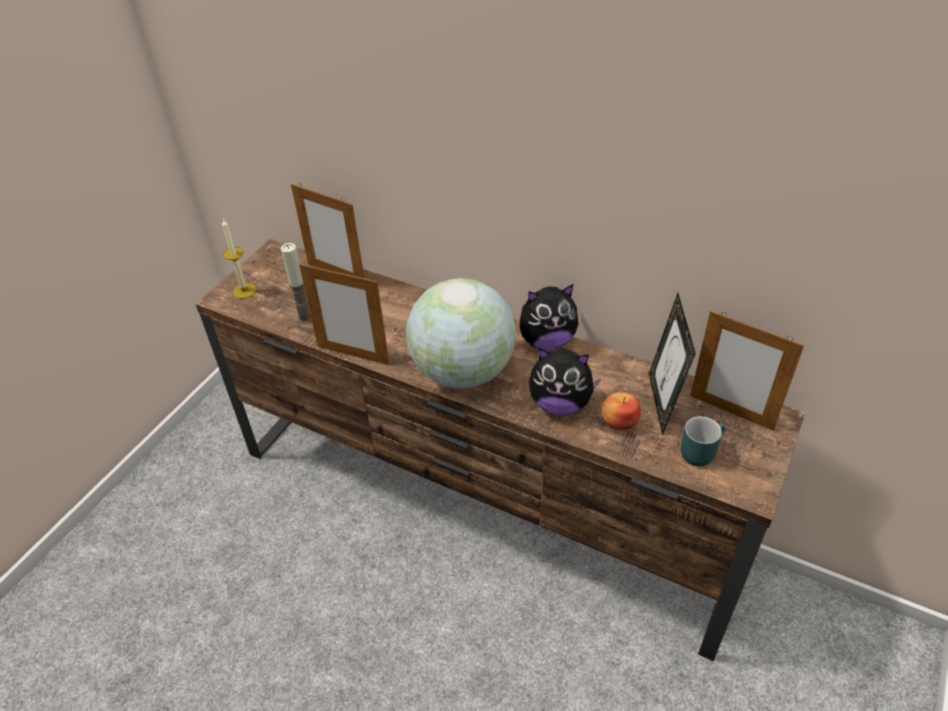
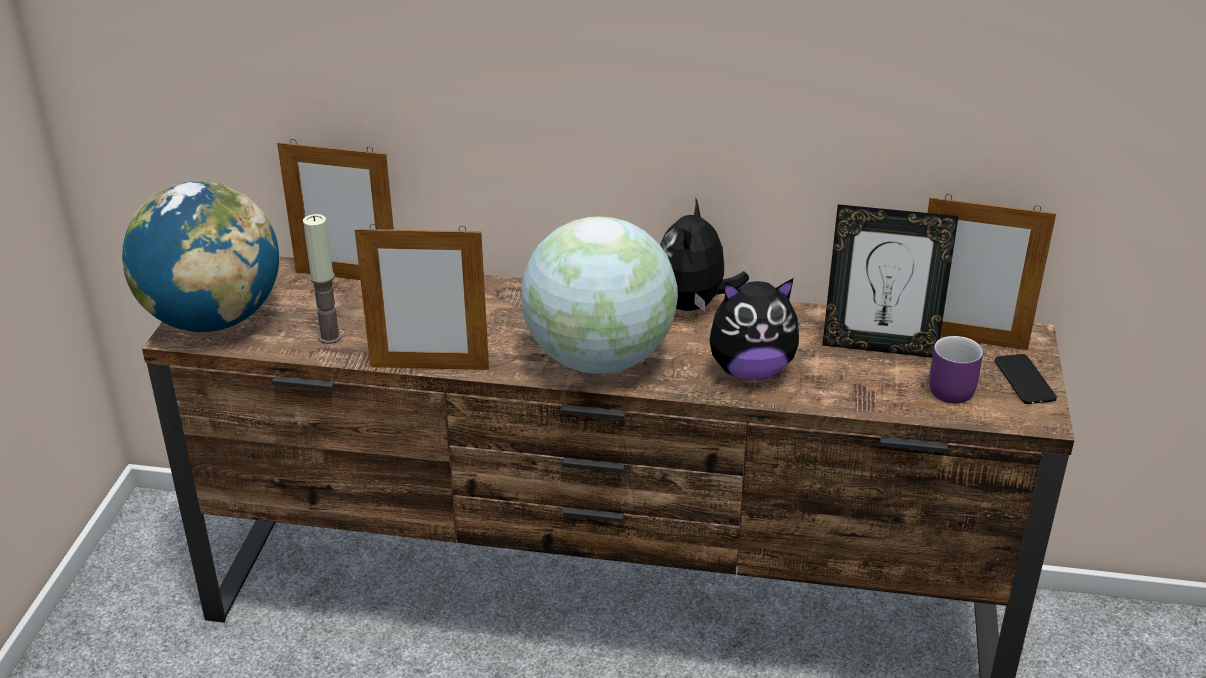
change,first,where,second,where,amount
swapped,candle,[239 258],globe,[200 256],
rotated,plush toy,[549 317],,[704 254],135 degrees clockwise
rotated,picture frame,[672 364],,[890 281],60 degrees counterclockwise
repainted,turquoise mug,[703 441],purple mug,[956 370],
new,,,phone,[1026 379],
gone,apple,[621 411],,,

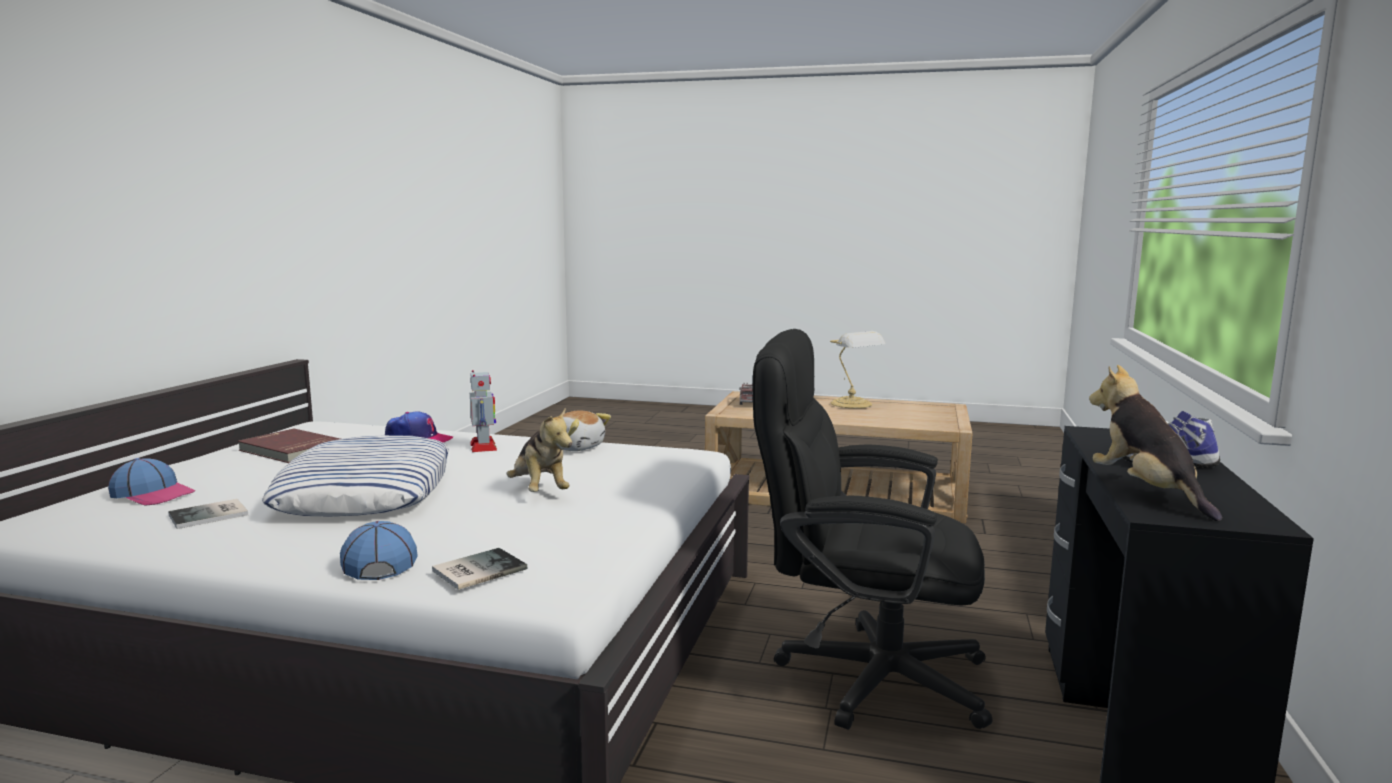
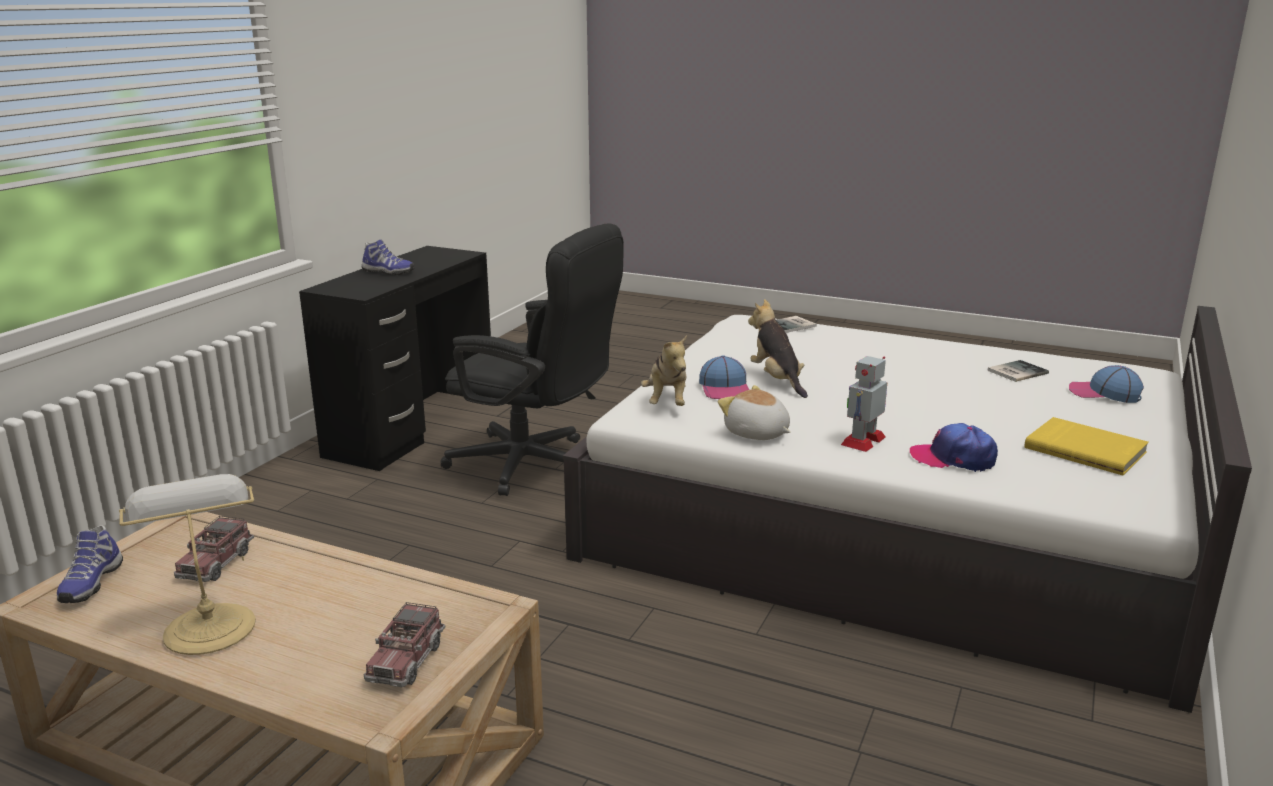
change,first,where,second,where,amount
new,,,shoe,[90 564],
new,,,toy truck,[214 549],
shifted,plush toy,[1155 443],,[664 370],
shifted,cap,[379 550],,[724 377],
rotated,toy robot,[483 411],,[864 404],45 degrees clockwise
repainted,red book,[289 445],yellow book,[1087 446],
gone,pillow,[355 475],,,

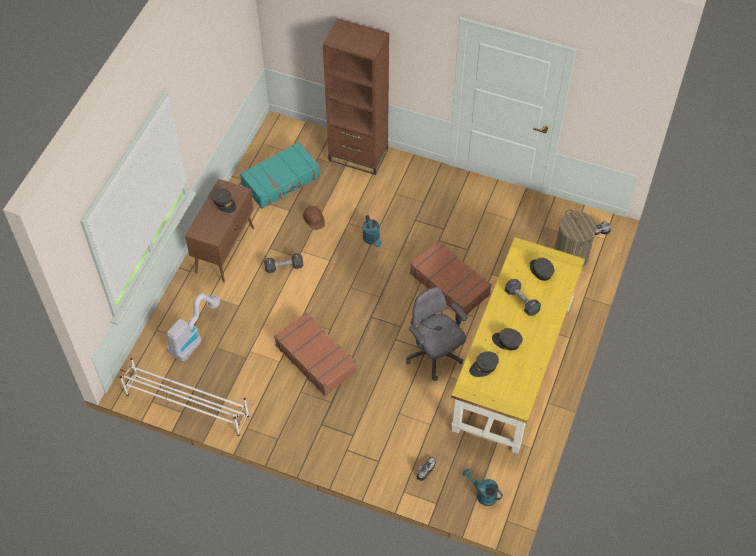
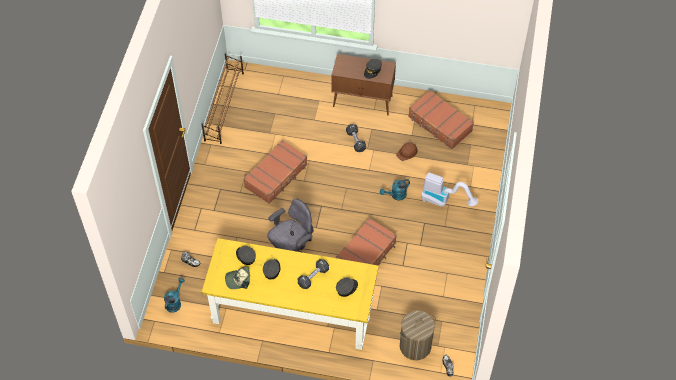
change,first,where,second,where,amount
repainted,white shoe rack,[184 397],brown shoe rack,[223 98],
new,,,cap,[237 277],
repainted,turquoise suitcase,[280 175],brown suitcase,[441 119],
shifted,vacuum cleaner,[193 327],,[449 189],
gone,brown bookcase,[356 96],,,

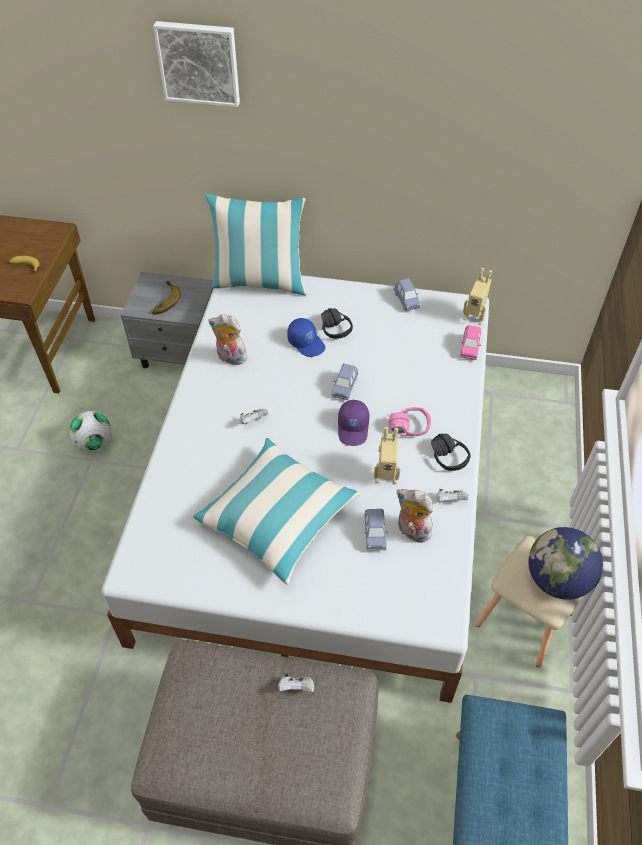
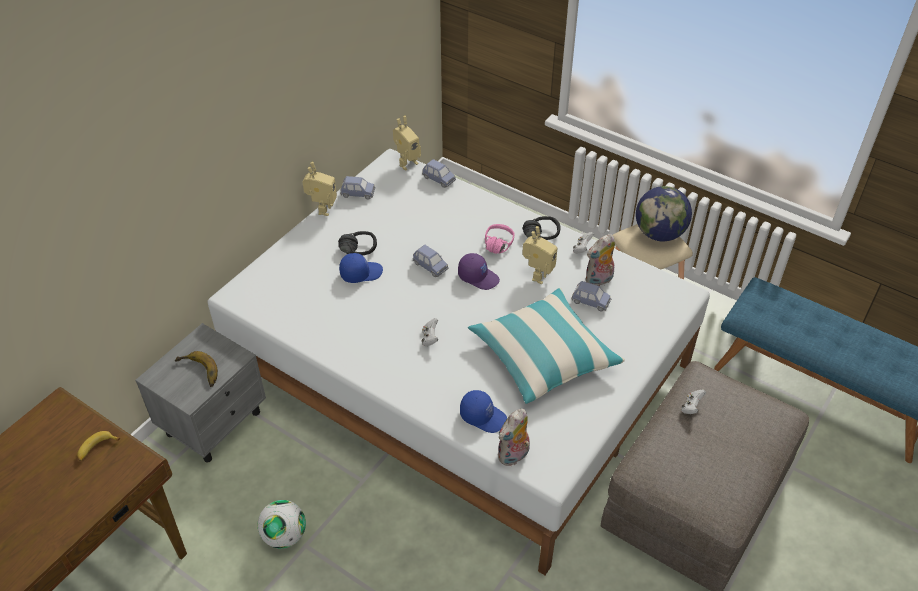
change,first,where,second,where,amount
new,,,toy robot,[320 189],
repainted,pink toy car,[470 342],blue toy car,[439 173],
new,,,blue cap,[483 411],
shifted,plush toy,[228 340],,[514 437],
gone,picture,[196 64],,,
gone,pillow,[256 244],,,

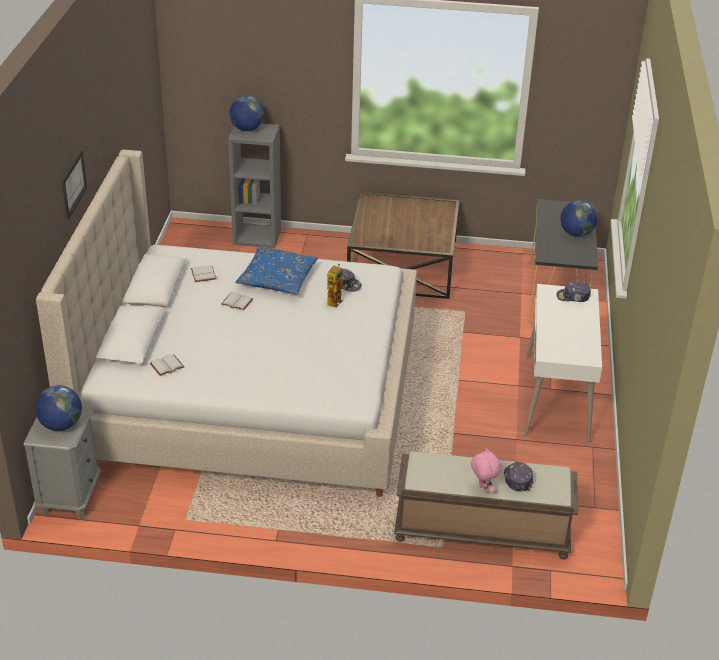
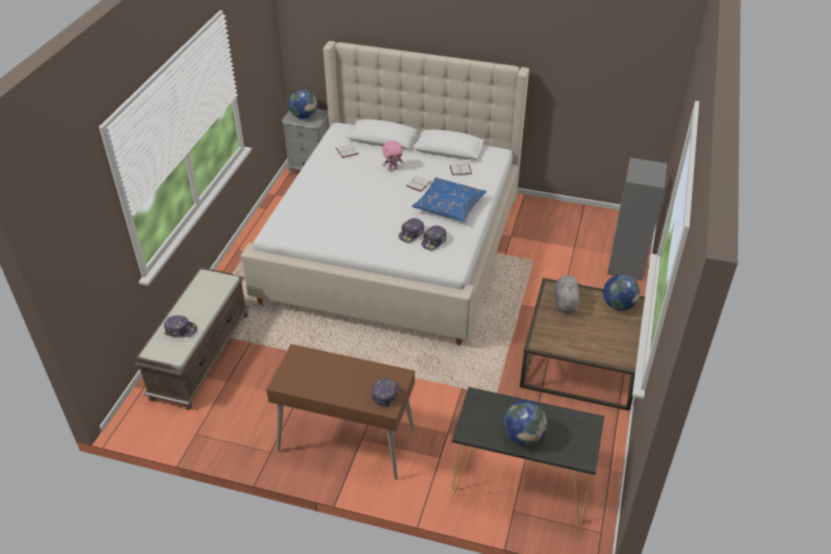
change,first,where,second,where,amount
repainted,white desk,[563 363],brown desk,[340 412],
shifted,pink plush toy,[486 470],,[393 156],
swapped,toy robot,[337 286],cap,[411 230],
new,,,grey plush toy,[567 294],
shifted,globe,[246 113],,[621 293],
gone,picture,[74 184],,,

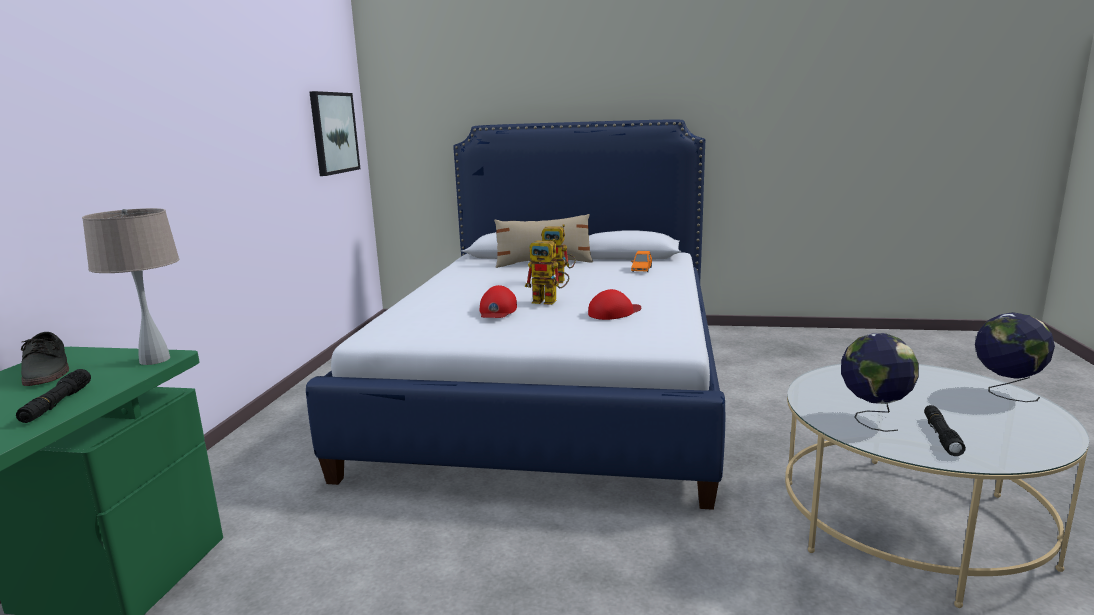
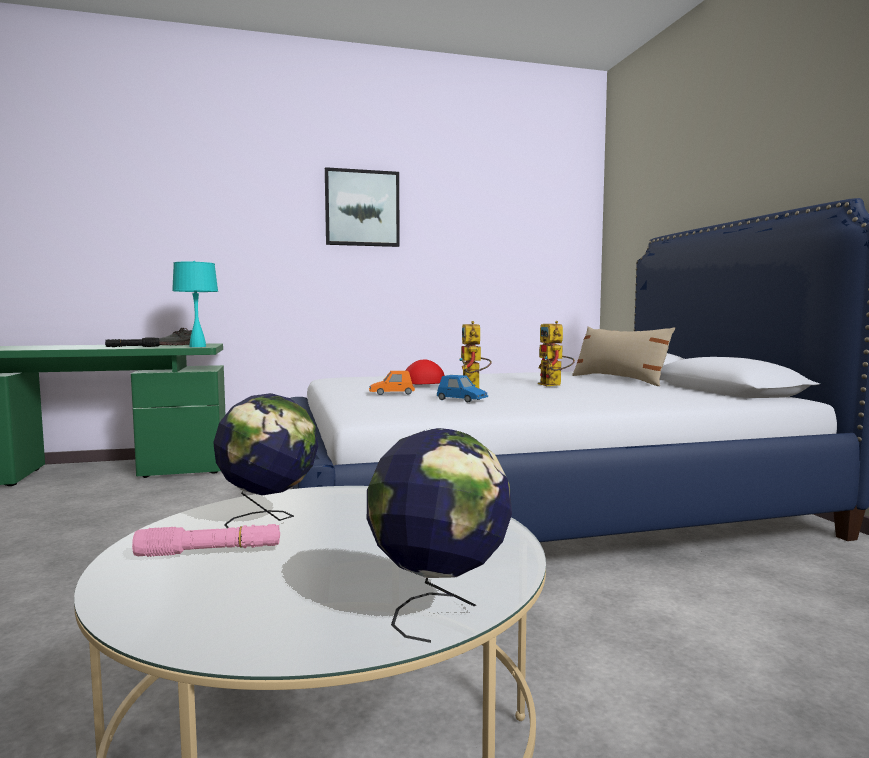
change,first,where,second,where,amount
repainted,black flashlight,[945 430],pink flashlight,[206 540],
repainted,beige table lamp,[130 286],turquoise table lamp,[195 304],
shifted,picture,[335 133],,[362 207],
shifted,orange toy car,[641 261],,[392 383],
swapped,red cap,[614 304],blue toy car,[462 388],

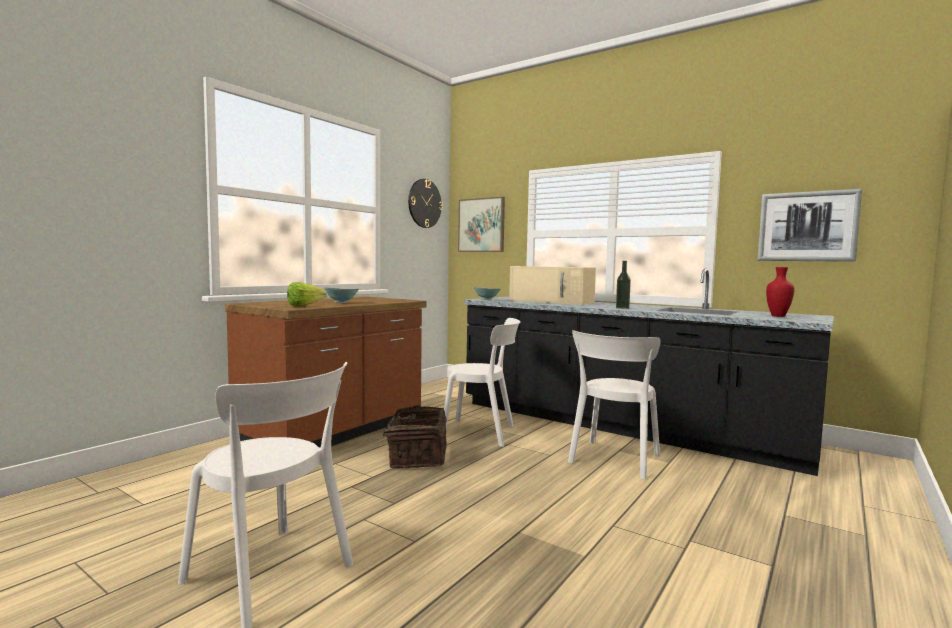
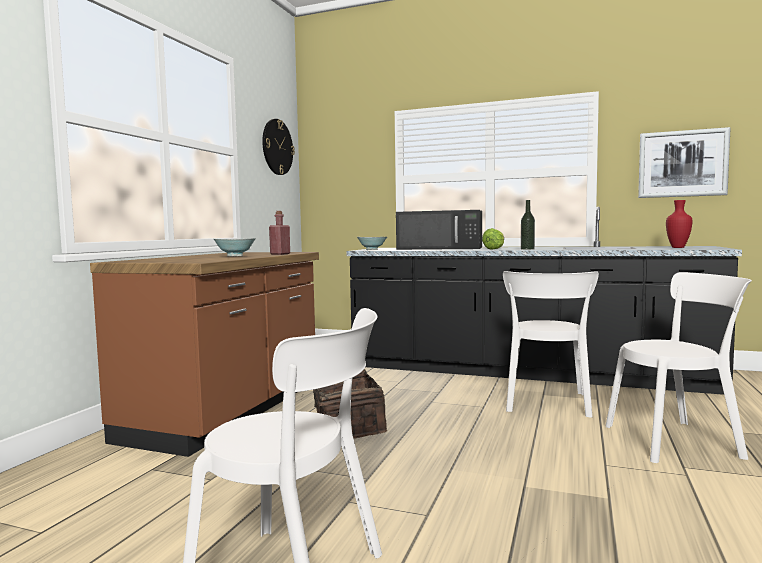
change,first,where,second,where,amount
new,,,red bottle,[279 233],
repainted,beige microwave,[552 285],black microwave,[439 230],
shifted,lettuce,[306 294],,[493 239],
shifted,white chair,[482 382],,[679 367],
gone,picture,[481 224],,,

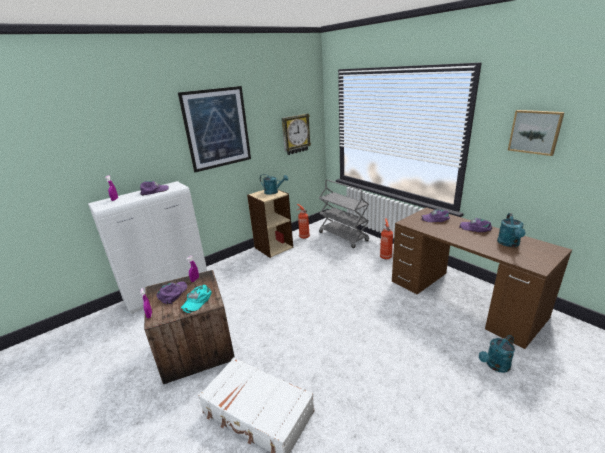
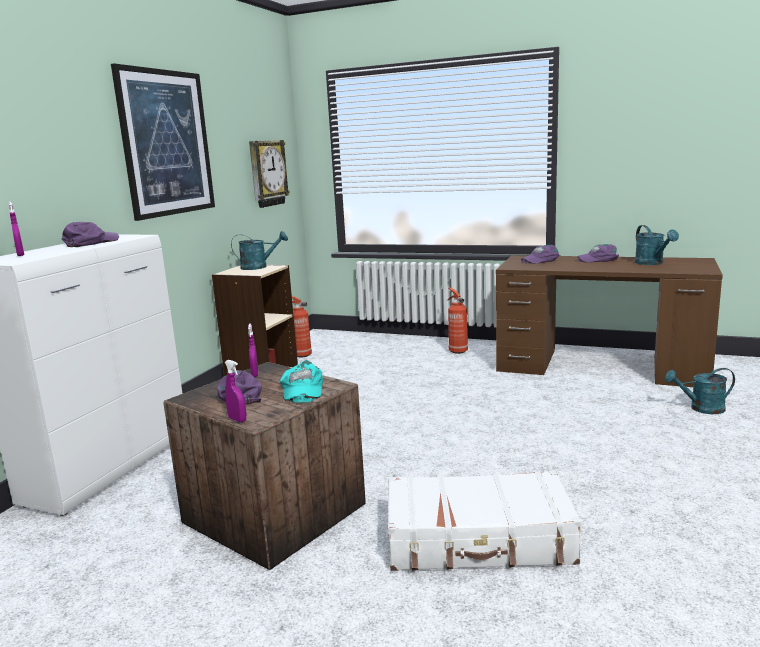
change,first,where,second,where,amount
rotated,turquoise watering can,[497 354],,[700 391],60 degrees clockwise
gone,grey cart,[344 214],,,
gone,picture,[536 133],,,

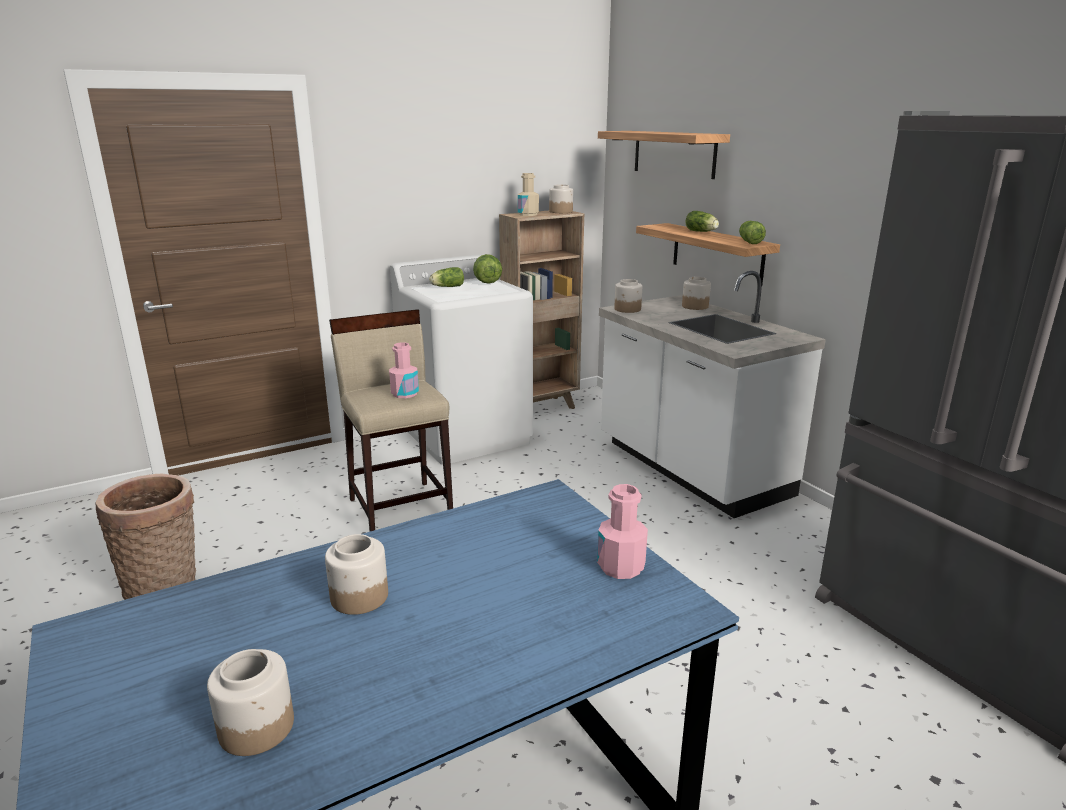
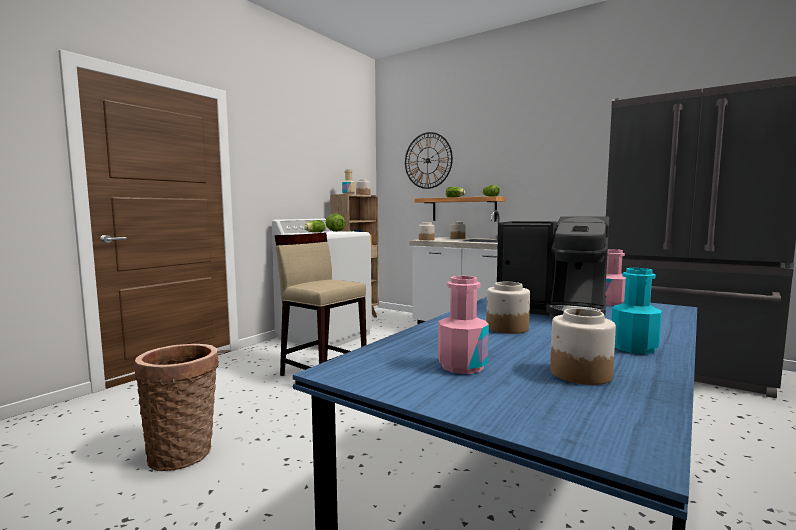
change,first,where,second,where,amount
swapped,shelf,[664 155],wall clock,[429 160],
shifted,pink bottle,[404 370],,[463 325],
new,,,coffee machine,[553 268],
new,,,turquoise bottle,[636 311],

